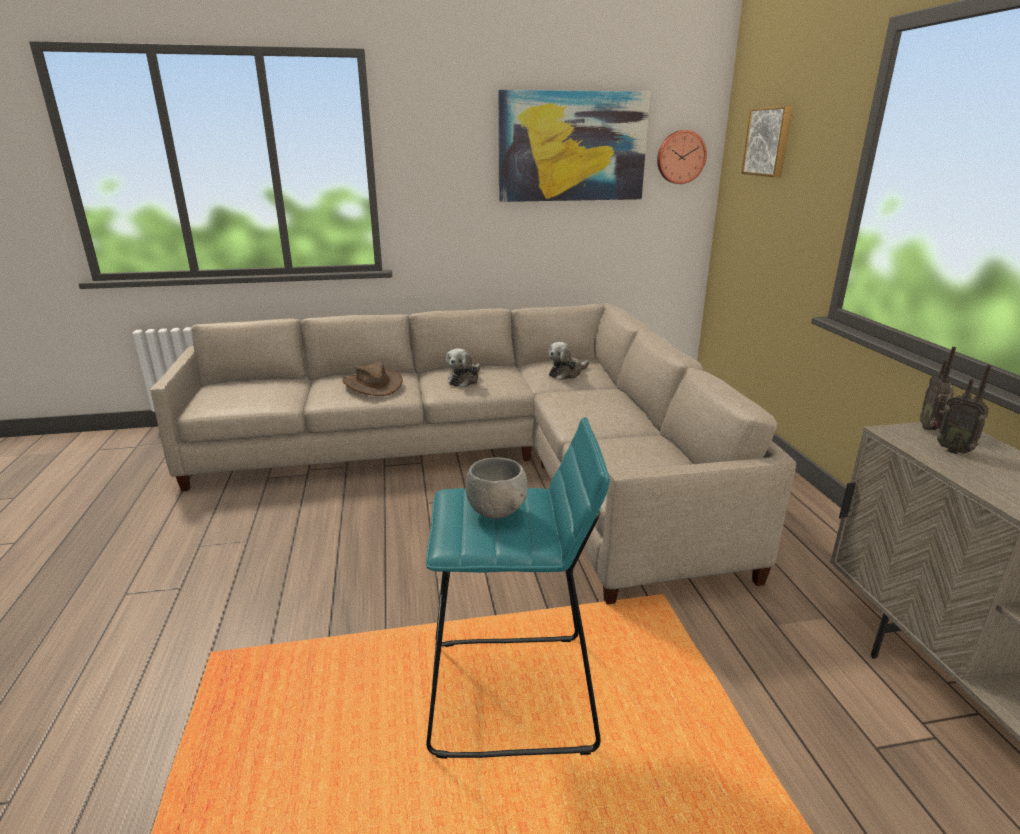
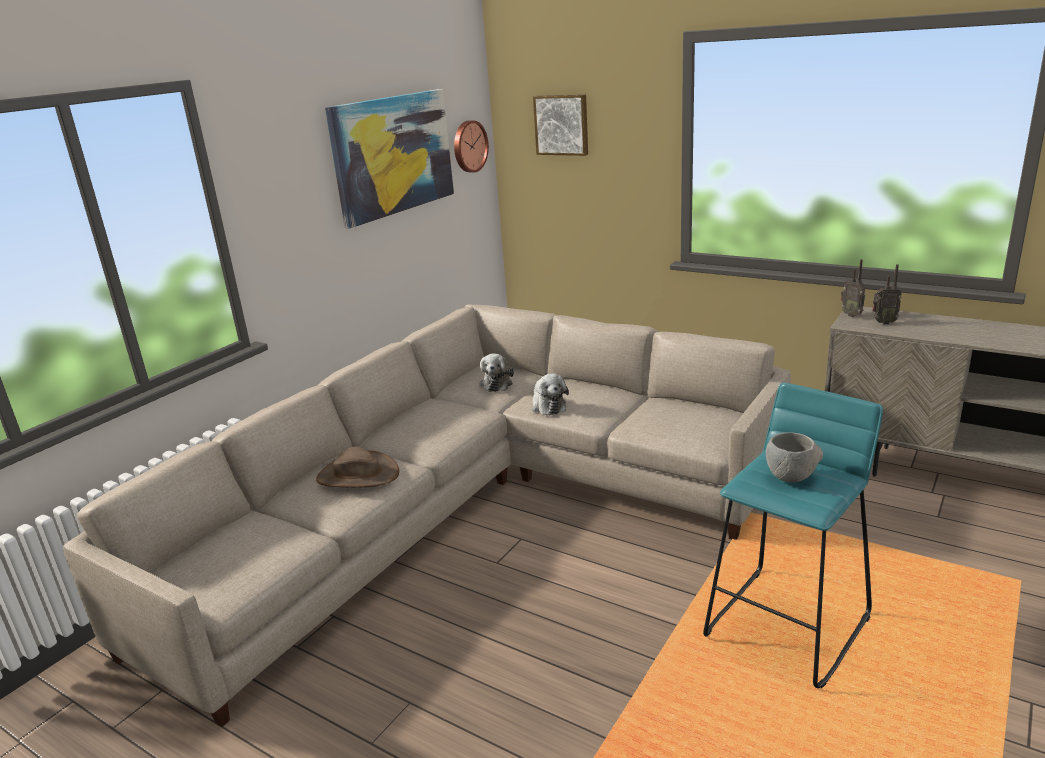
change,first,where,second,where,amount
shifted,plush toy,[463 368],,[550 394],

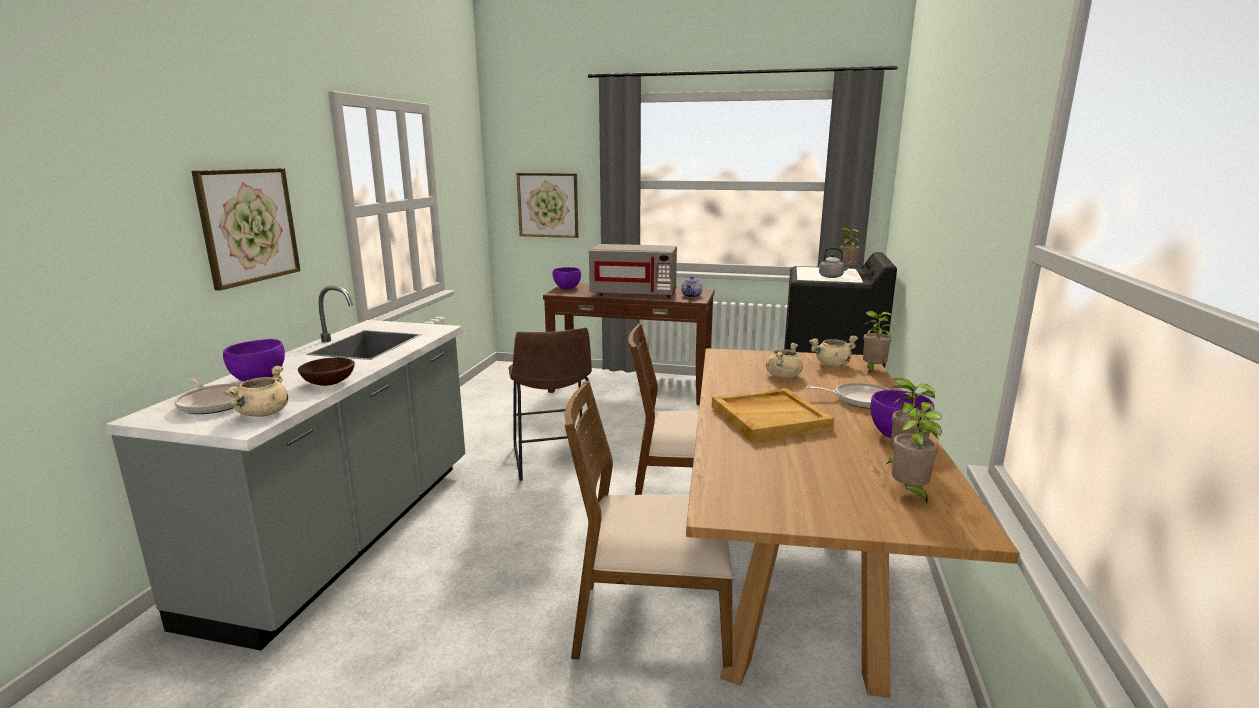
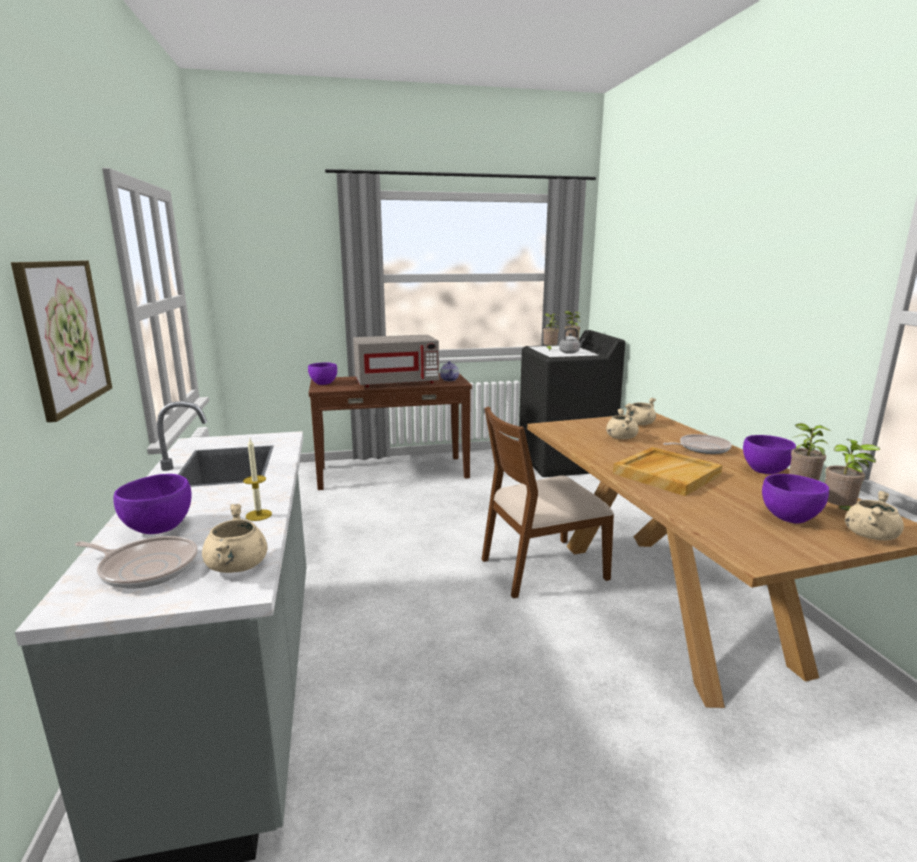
change,first,where,second,where,amount
swapped,brown bowl,[326 372],candle,[257 480],
shifted,potted plant,[878 342],,[551 332],
new,,,purple bowl,[795 499],
new,,,beige cooking pot,[874 516],
gone,brown stool,[550 404],,,
gone,picture,[547 205],,,
gone,brown chair,[649 524],,,

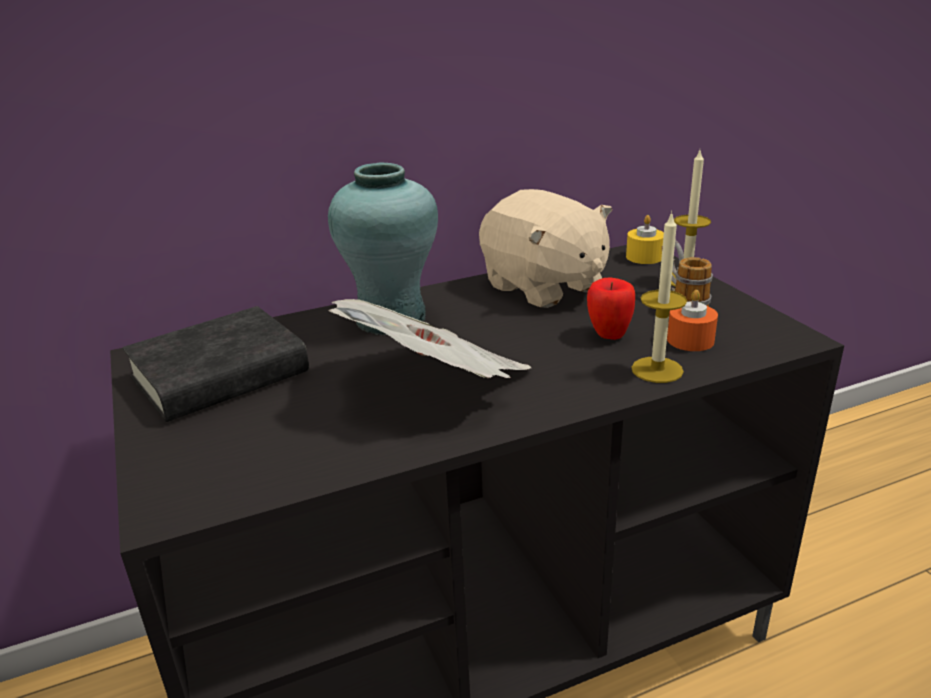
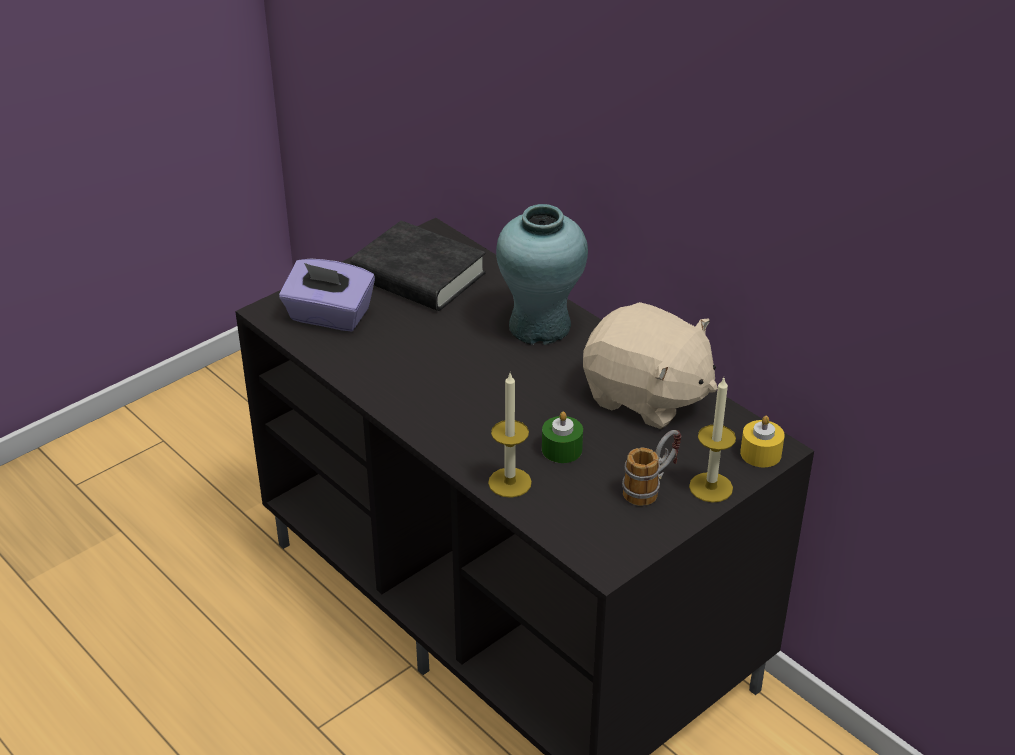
change,first,where,second,where,amount
new,,,purple tissue box,[327 294],
swapped,apple,[611 309],green candle,[562 437],
rotated,beige plush toy,[545 248],,[650 365],90 degrees counterclockwise
gone,newspaper,[430 339],,,
gone,orange candle,[692 320],,,

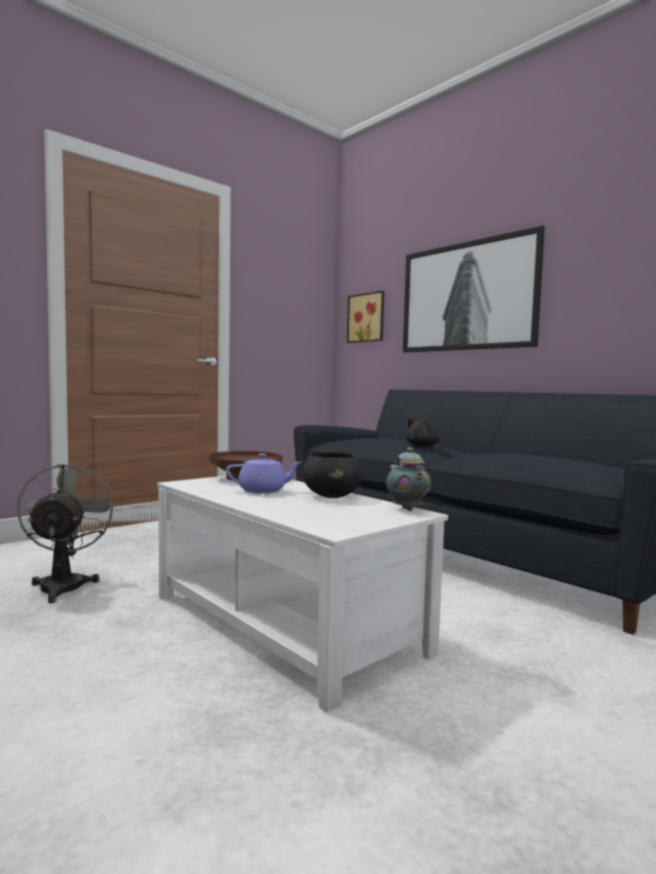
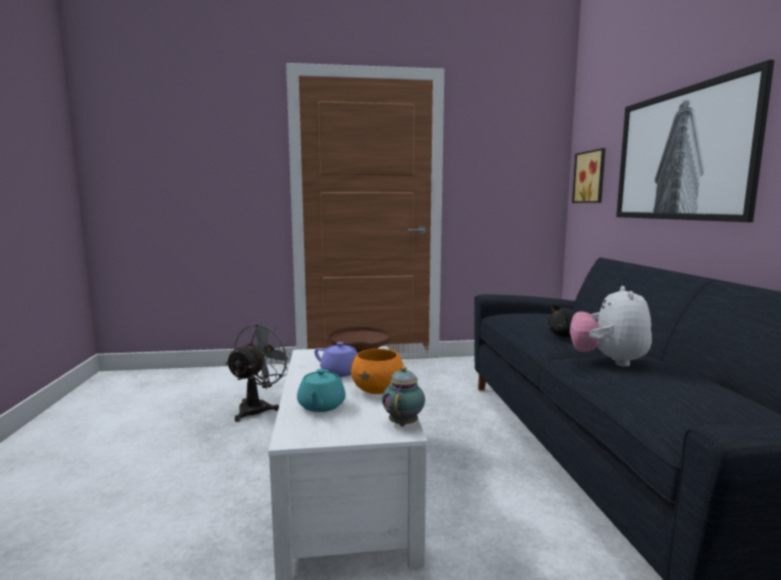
change,first,where,second,where,amount
new,,,turquoise teapot,[321 390],
repainted,black bowl,[332 475],orange bowl,[377 371],
new,,,plush toy,[611 326],

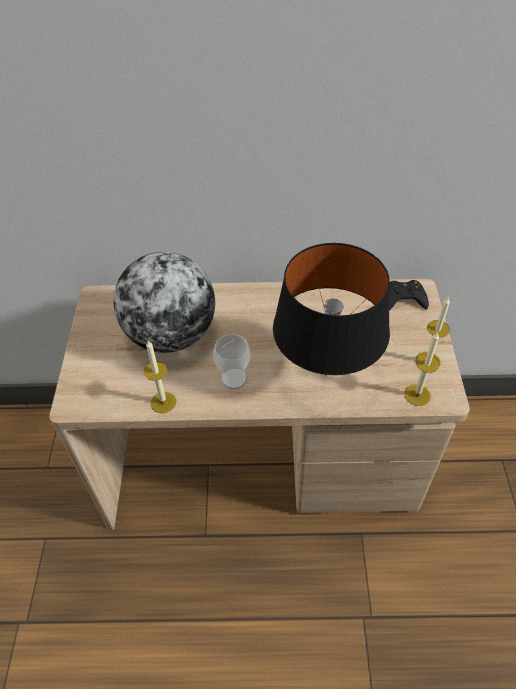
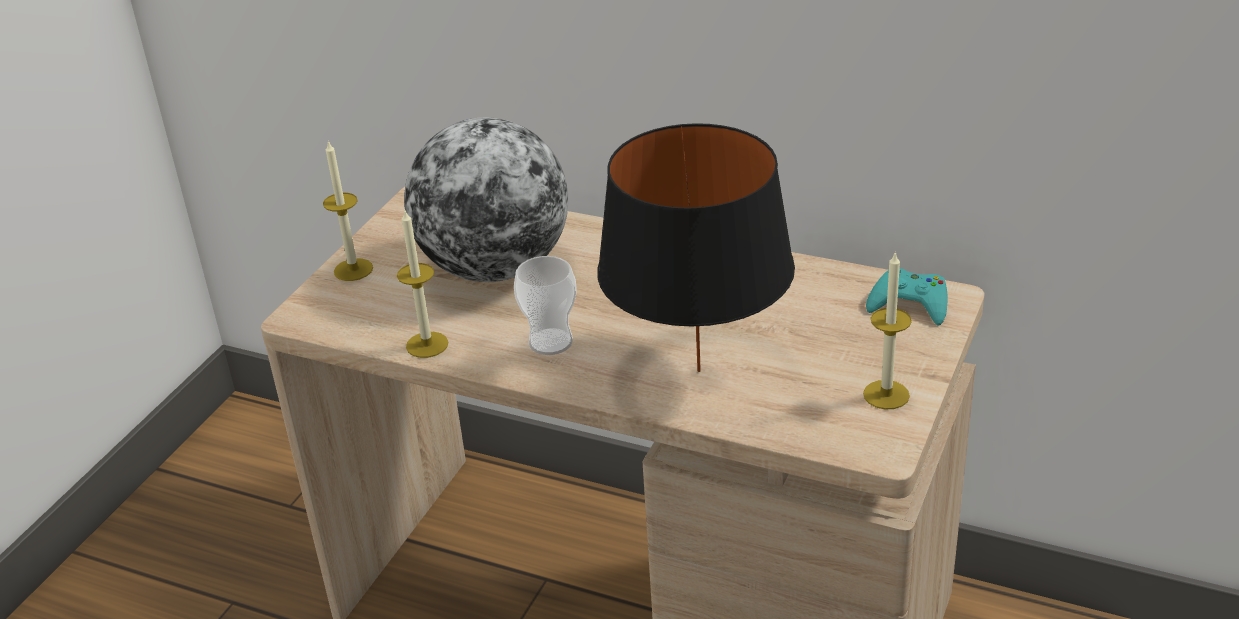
change,first,where,second,where,amount
shifted,candle,[422 369],,[348 210],
repainted,black game controller,[409 295],turquoise game controller,[907 297],

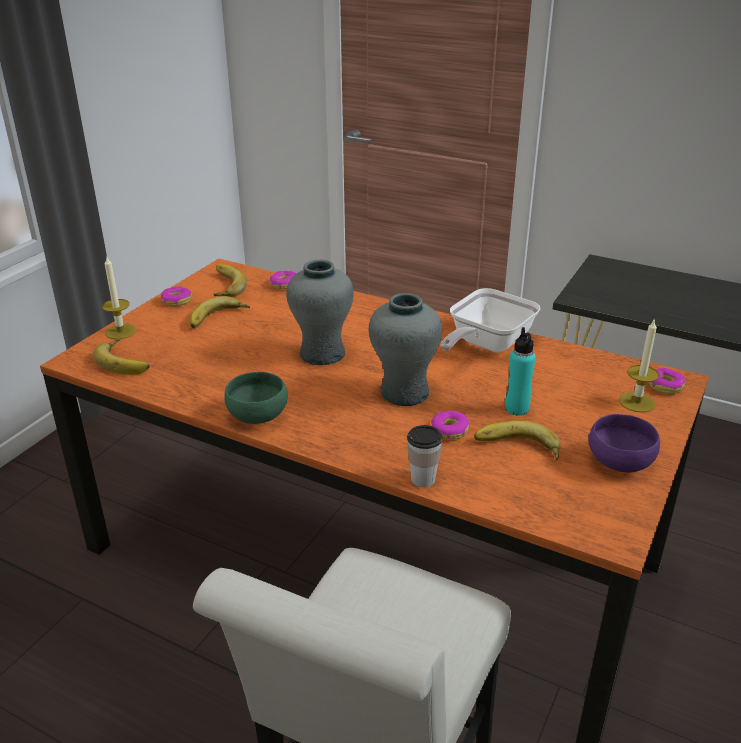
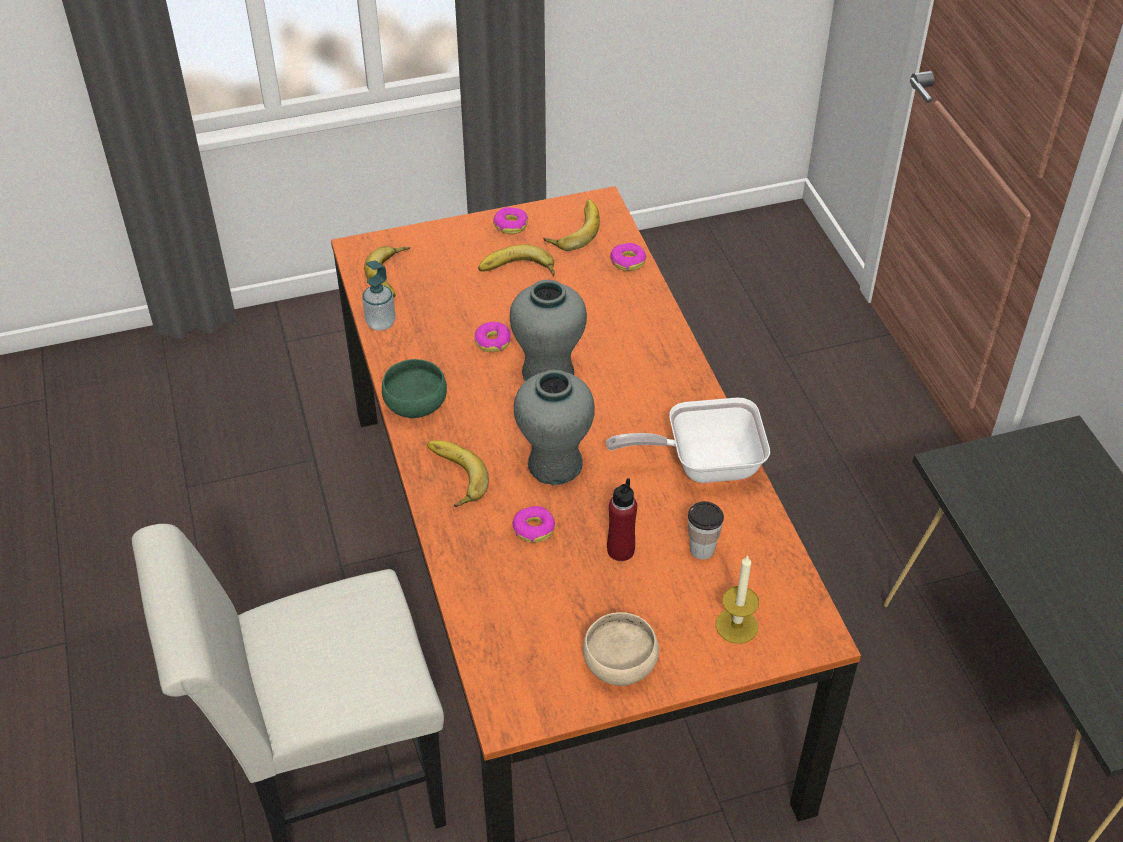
change,first,where,second,where,amount
new,,,soap dispenser,[379 295],
shifted,banana,[517 440],,[458 473],
shifted,donut,[667 381],,[492 337],
repainted,purple bowl,[624 443],beige bowl,[621 649],
repainted,turquoise bottle,[520 371],red bottle,[622 519],
shifted,cup,[424 456],,[706 530],
gone,candle,[119 297],,,

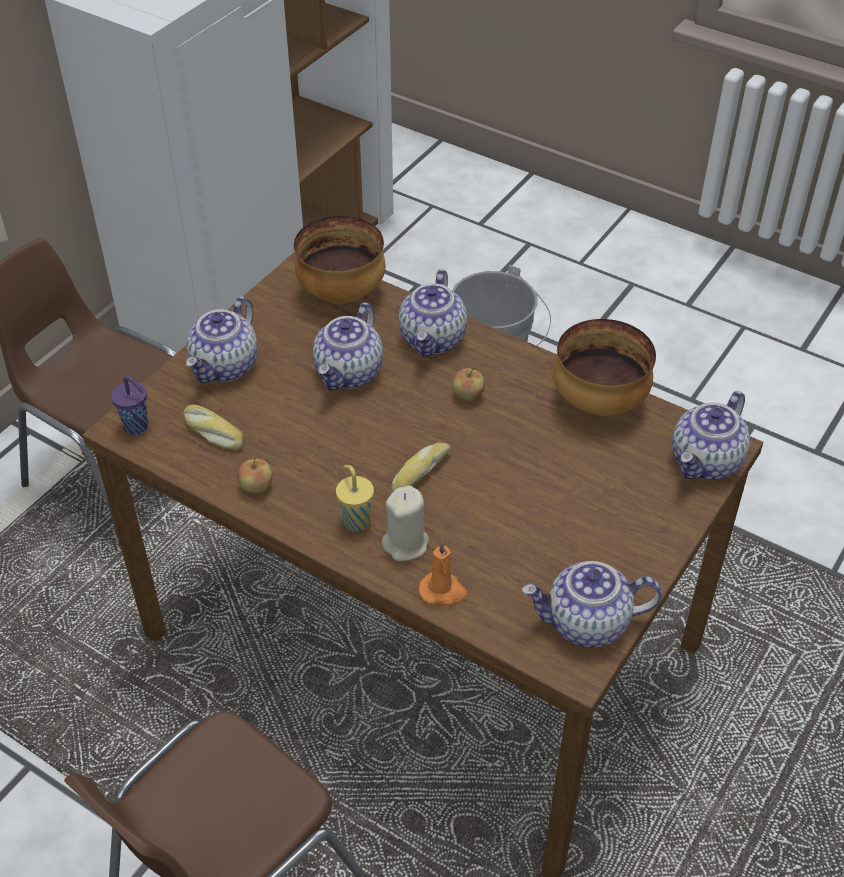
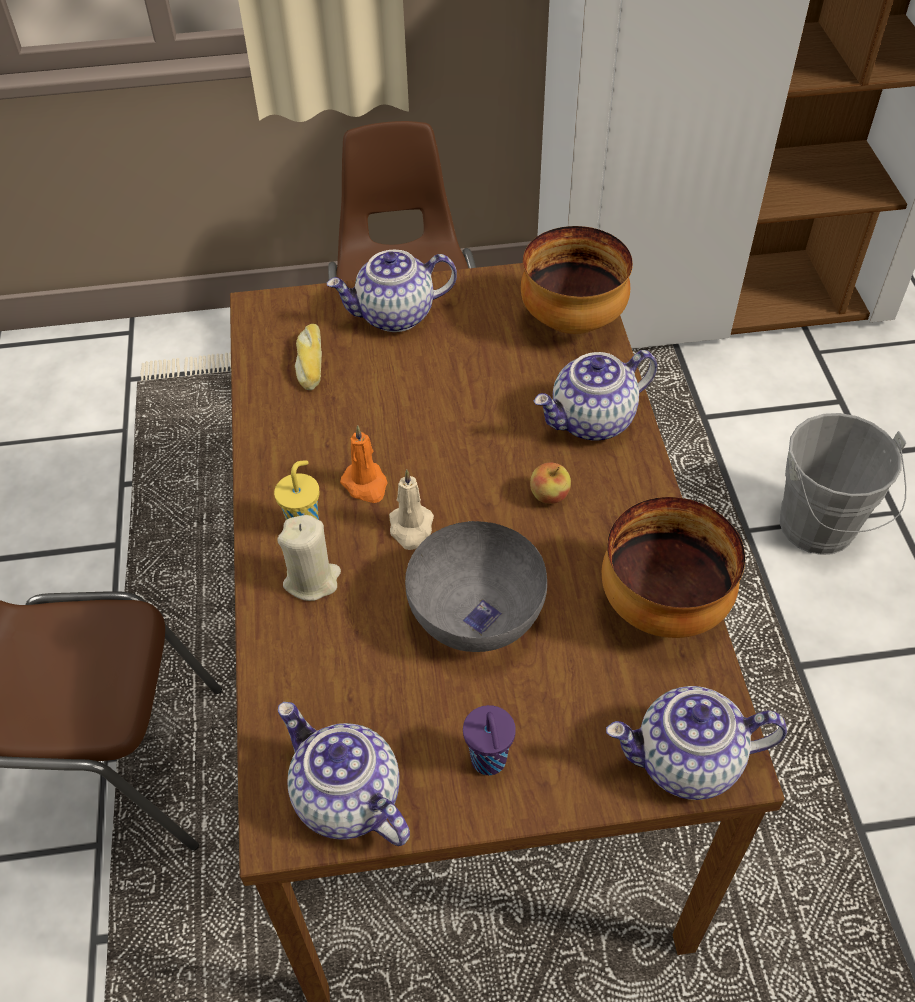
change,first,where,second,where,amount
shifted,orange candle,[443 573],,[364 464],
swapped,bread,[421 467],beige candle,[411 509],
new,,,grey bowl,[476 586],
shifted,purple cup,[129 405],,[489 740],
gone,apple,[255 474],,,
gone,teapot,[348 346],,,

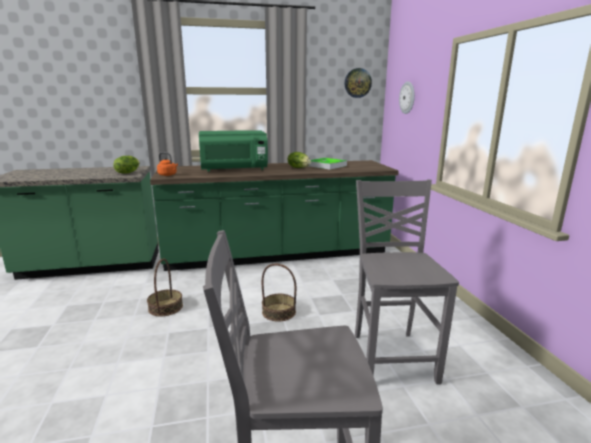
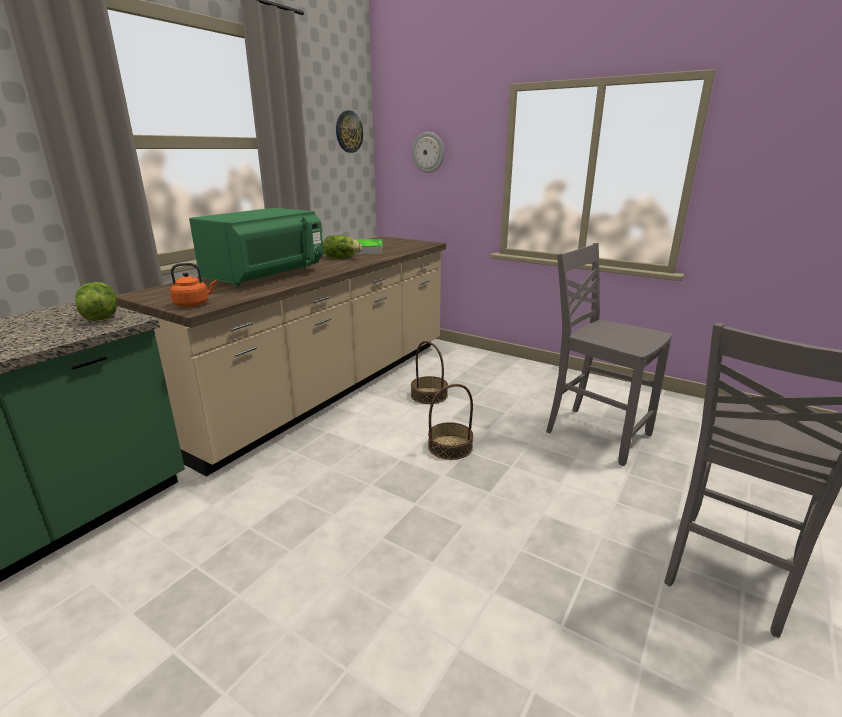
change,first,where,second,where,amount
repainted,green counter,[274 215],beige counter,[281 356],
shifted,basket,[165 287],,[429 372],

